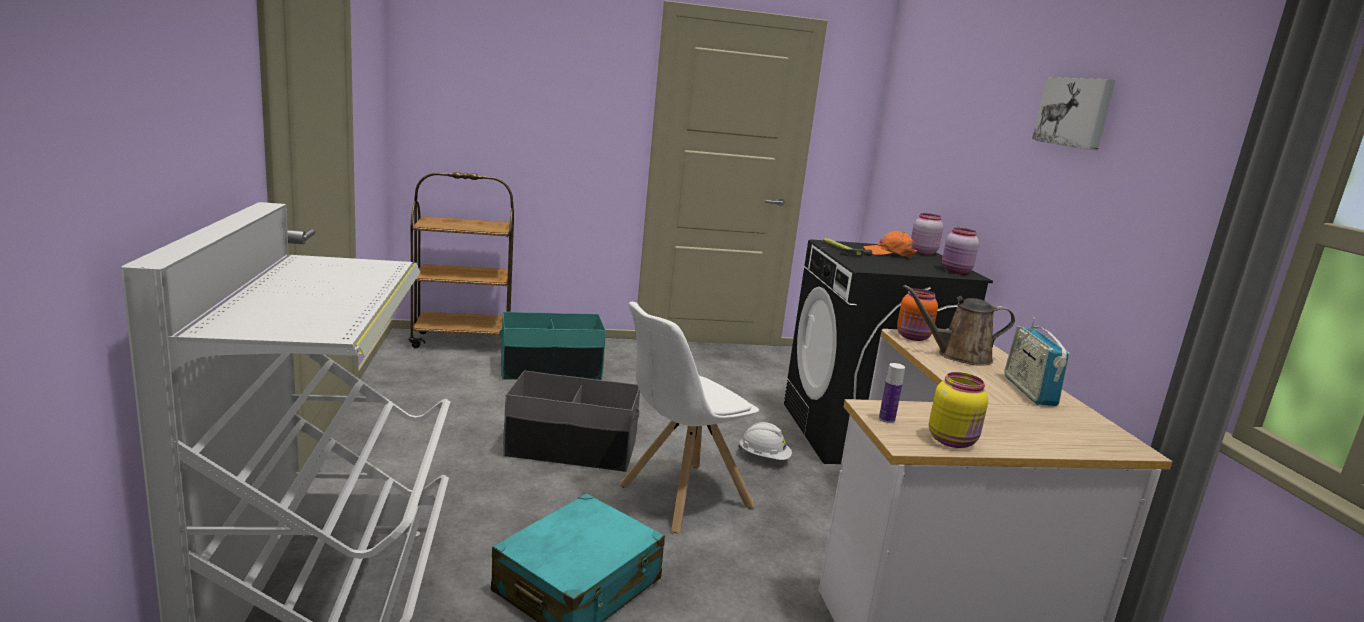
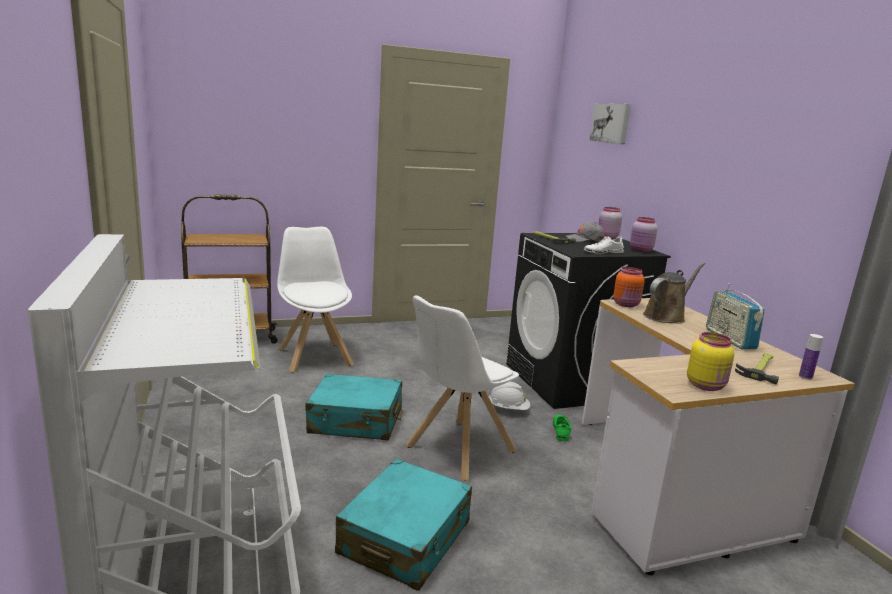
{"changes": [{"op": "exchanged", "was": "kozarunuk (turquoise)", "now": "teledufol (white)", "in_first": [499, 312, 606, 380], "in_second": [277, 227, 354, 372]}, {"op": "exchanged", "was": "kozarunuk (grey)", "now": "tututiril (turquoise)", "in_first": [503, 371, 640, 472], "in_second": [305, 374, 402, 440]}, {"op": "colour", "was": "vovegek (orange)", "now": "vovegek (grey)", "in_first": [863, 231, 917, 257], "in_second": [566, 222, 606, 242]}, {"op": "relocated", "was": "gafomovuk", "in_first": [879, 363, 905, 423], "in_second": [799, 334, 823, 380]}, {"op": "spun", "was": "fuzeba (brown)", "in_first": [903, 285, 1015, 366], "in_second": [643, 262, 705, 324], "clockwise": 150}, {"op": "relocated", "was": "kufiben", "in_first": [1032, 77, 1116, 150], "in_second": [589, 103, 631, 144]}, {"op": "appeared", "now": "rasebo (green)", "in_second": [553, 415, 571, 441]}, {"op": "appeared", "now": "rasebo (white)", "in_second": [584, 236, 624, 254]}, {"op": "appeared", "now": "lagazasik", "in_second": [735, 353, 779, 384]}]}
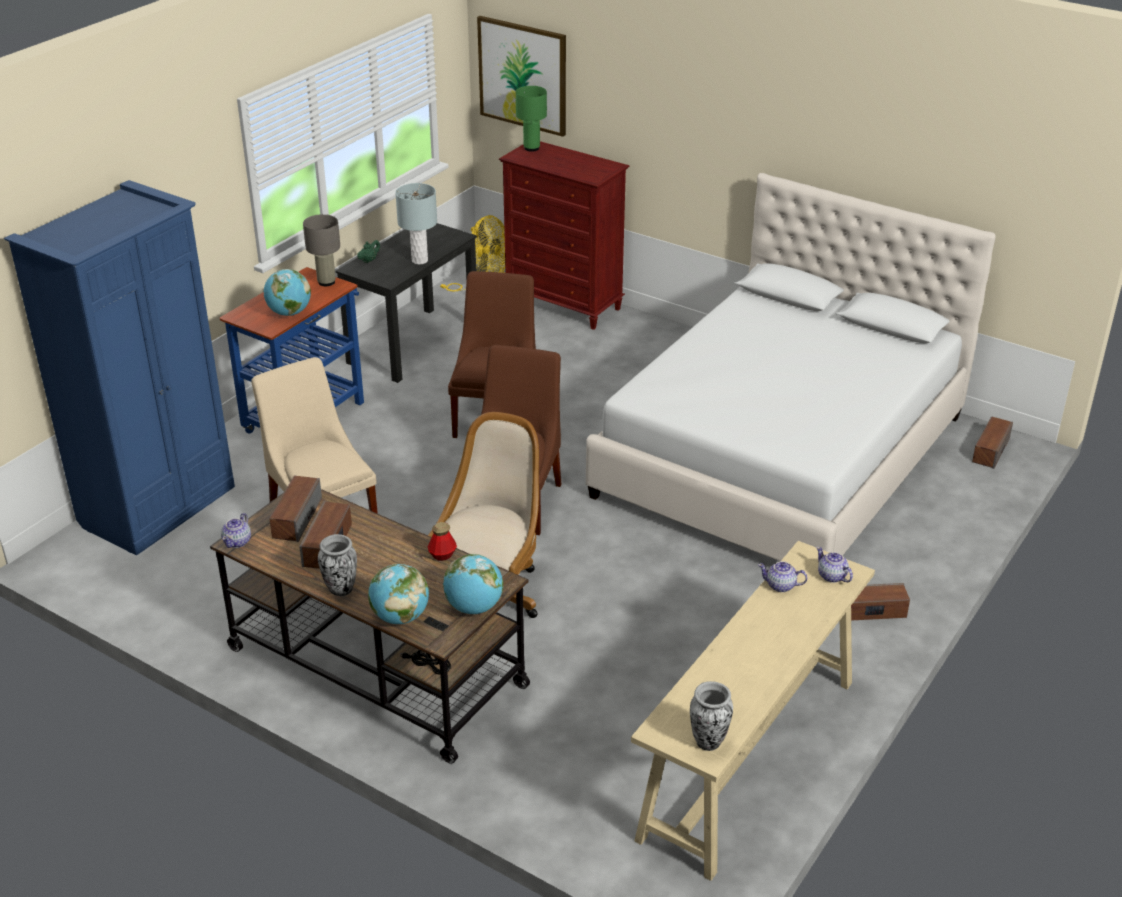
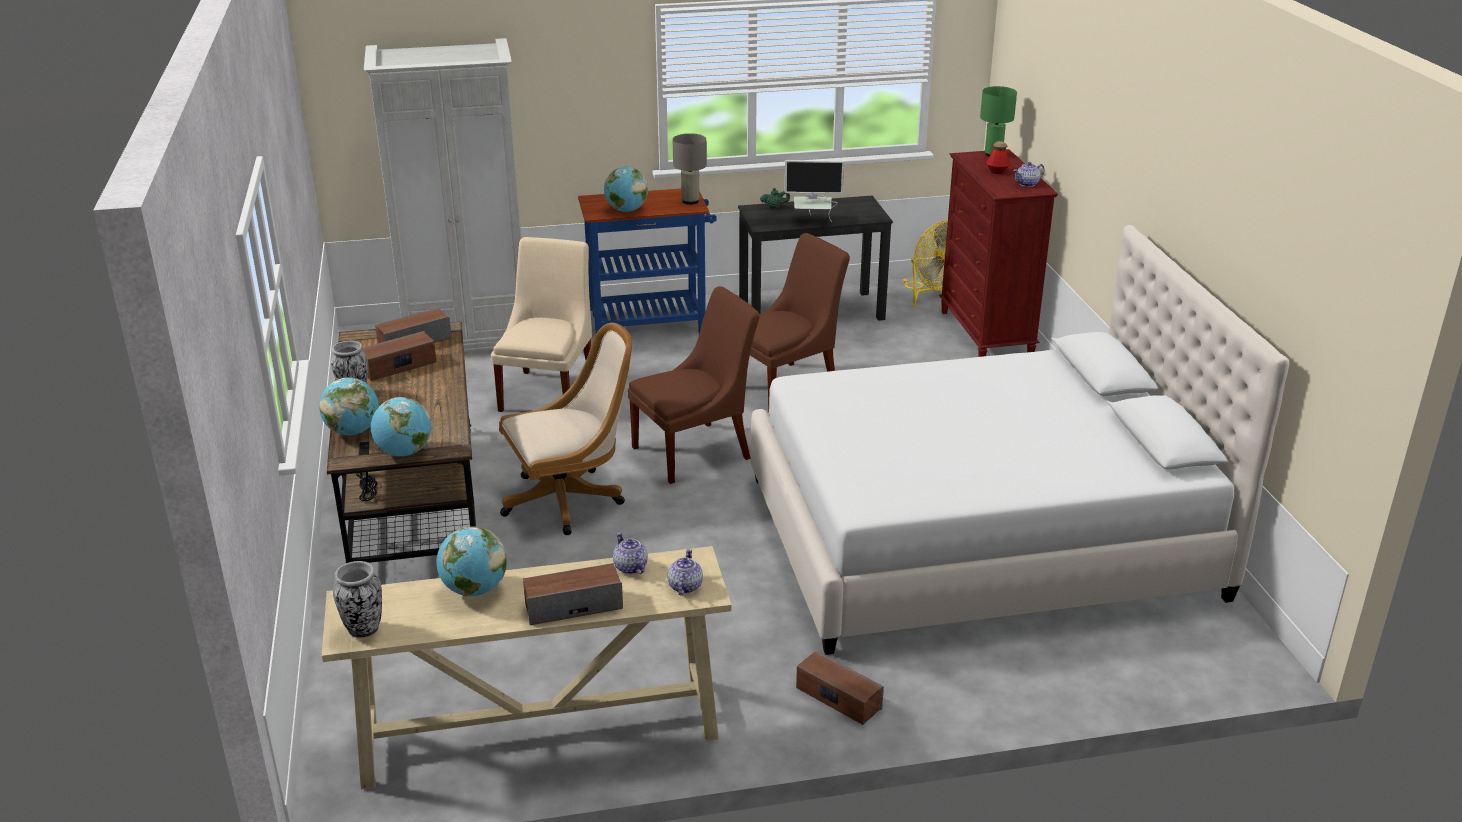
{"changes": [{"op": "colour", "was": "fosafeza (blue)", "now": "fosafeza (white)", "in_first": [4, 180, 235, 555], "in_second": [364, 38, 521, 352]}, {"op": "relocated", "was": "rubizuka", "in_first": [221, 513, 251, 548], "in_second": [1013, 162, 1045, 187]}, {"op": "exchanged", "was": "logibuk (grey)", "now": "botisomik", "in_first": [395, 183, 437, 264], "in_second": [785, 160, 844, 222]}, {"op": "relocated", "was": "gafomovuk", "in_first": [428, 522, 457, 561], "in_second": [986, 141, 1010, 174]}, {"op": "missing", "was": "kufiben", "in_first": [477, 16, 566, 137]}, {"op": "relocated", "was": "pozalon", "in_first": [972, 416, 1013, 469], "in_second": [523, 563, 623, 625]}, {"op": "appeared", "now": "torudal", "in_second": [437, 526, 507, 596]}]}
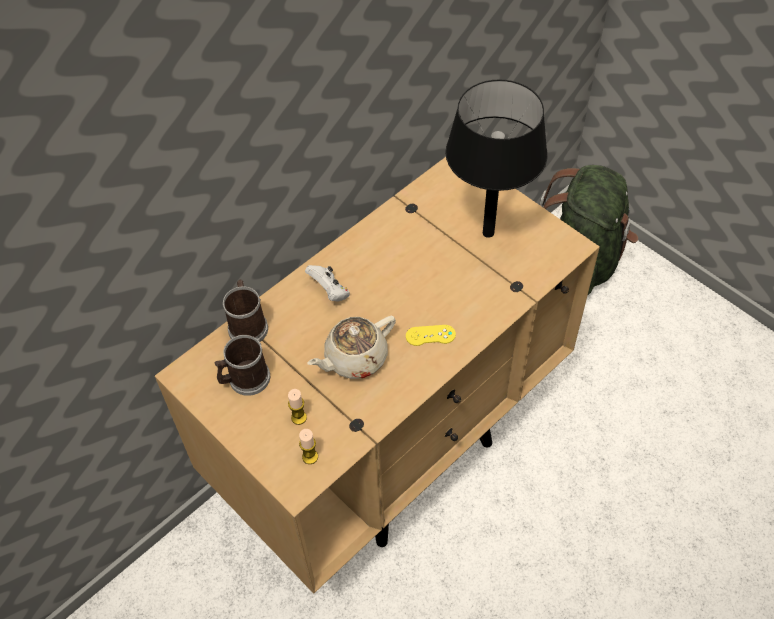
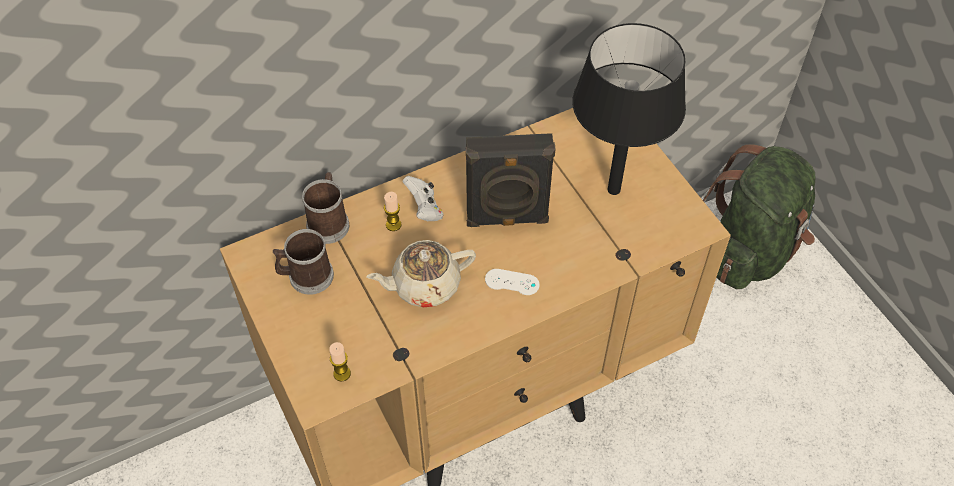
{"changes": [{"op": "relocated", "was": "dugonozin", "in_first": [288, 389, 307, 425], "in_second": [384, 192, 402, 231]}, {"op": "colour", "was": "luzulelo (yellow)", "now": "luzulelo (white)", "in_first": [406, 325, 456, 346], "in_second": [485, 269, 540, 295]}, {"op": "appeared", "now": "pozalon (black)", "in_second": [466, 133, 556, 227]}]}
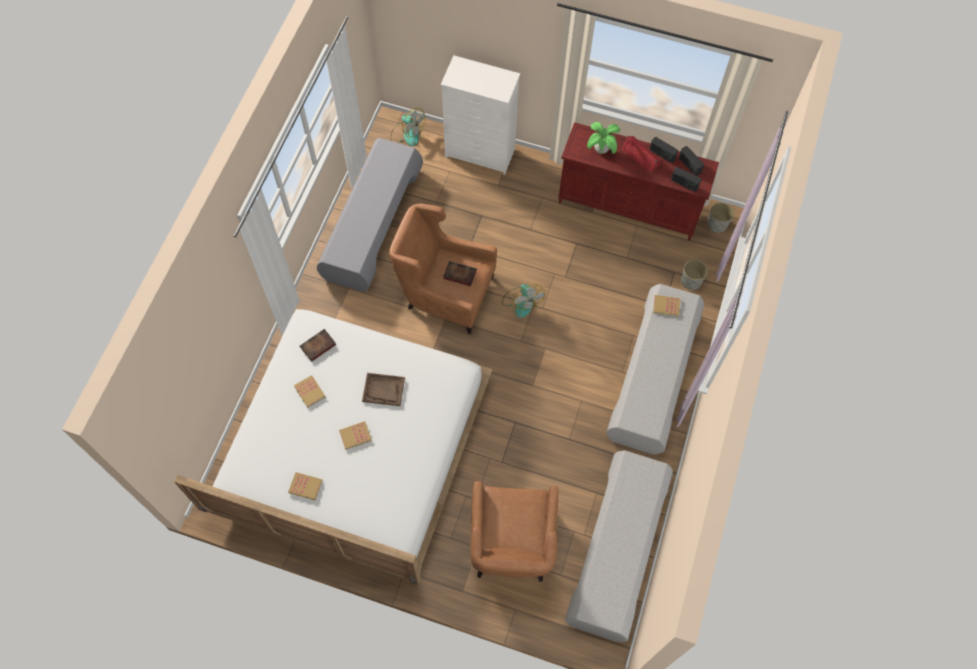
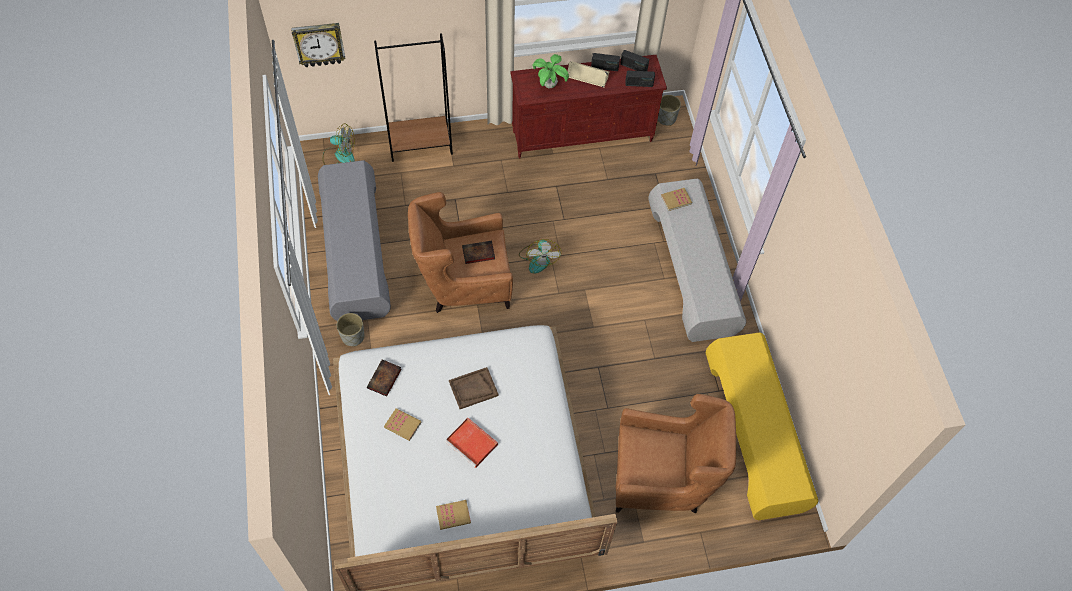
{"changes": [{"op": "exchanged", "was": "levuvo", "now": "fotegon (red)", "in_first": [339, 421, 372, 450], "in_second": [445, 418, 498, 468]}, {"op": "exchanged", "was": "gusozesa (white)", "now": "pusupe", "in_first": [441, 55, 520, 175], "in_second": [374, 33, 453, 162]}, {"op": "spun", "was": "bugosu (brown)", "in_first": [470, 481, 558, 582], "in_second": [616, 394, 736, 514], "clockwise": -60}, {"op": "spun", "was": "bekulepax", "in_first": [502, 284, 545, 318], "in_second": [519, 239, 561, 274], "clockwise": 45}, {"op": "colour", "was": "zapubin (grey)", "now": "zapubin (yellow)", "in_first": [565, 450, 673, 642], "in_second": [706, 332, 818, 520]}, {"op": "colour", "was": "pozalon (red)", "now": "pozalon (beige)", "in_first": [621, 136, 662, 173], "in_second": [567, 61, 610, 88]}, {"op": "relocated", "was": "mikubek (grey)", "in_first": [681, 259, 708, 290], "in_second": [337, 313, 364, 347]}, {"op": "appeared", "now": "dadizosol", "in_second": [291, 23, 345, 67]}]}
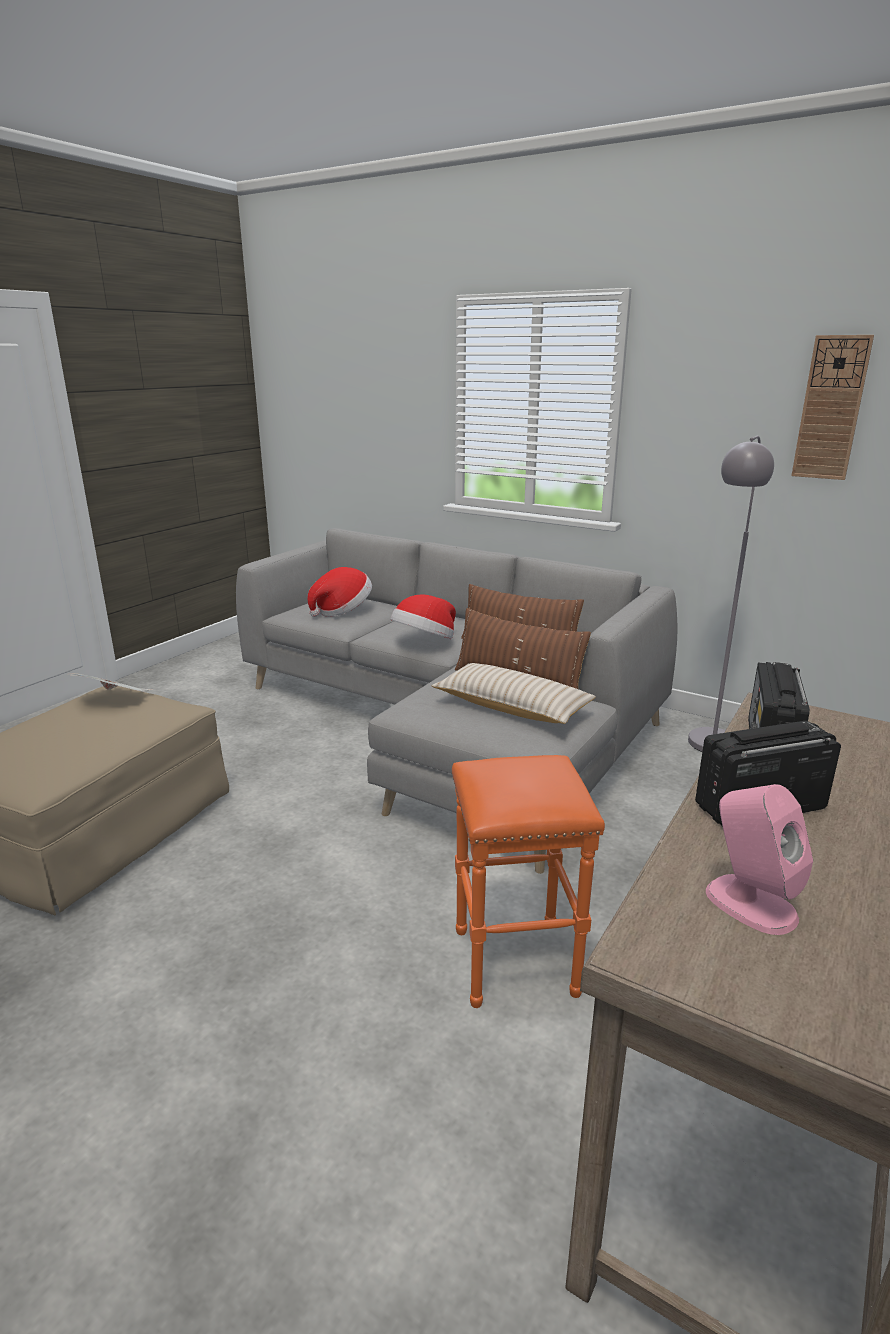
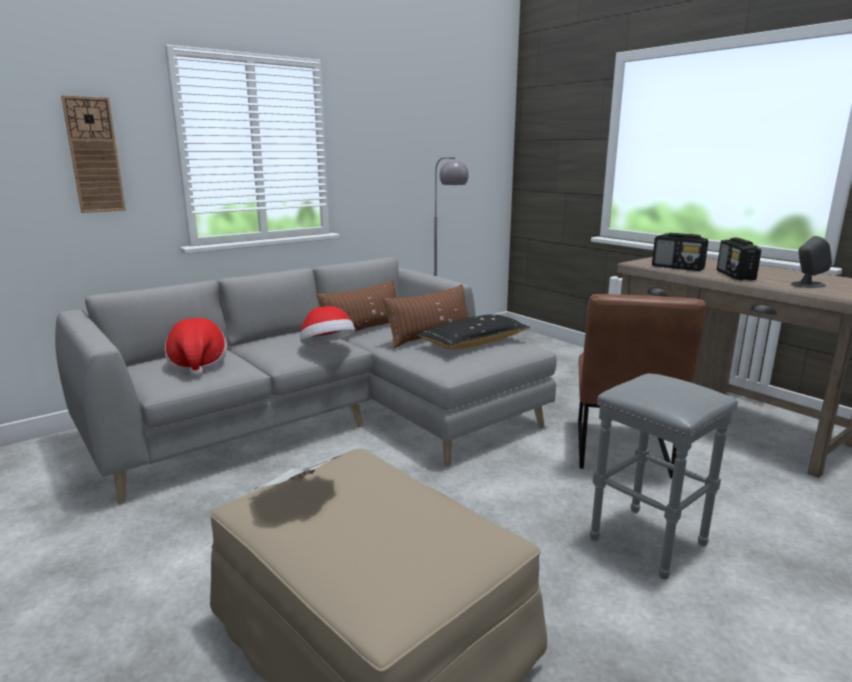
{"changes": [{"op": "colour", "was": "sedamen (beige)", "now": "sedamen (black)", "in_first": [432, 663, 596, 724], "in_second": [417, 314, 530, 349]}, {"op": "exchanged", "was": "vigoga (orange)", "now": "teledufol (brown)", "in_first": [452, 755, 605, 1008], "in_second": [578, 294, 706, 478]}, {"op": "colour", "was": "pozalon (pink)", "now": "pozalon (grey)", "in_first": [706, 784, 813, 935], "in_second": [791, 236, 832, 288]}, {"op": "relocated", "was": "dadizosol", "in_first": [791, 335, 874, 480], "in_second": [61, 95, 126, 213]}, {"op": "appeared", "now": "vigoga (grey)", "in_second": [590, 373, 738, 579]}]}
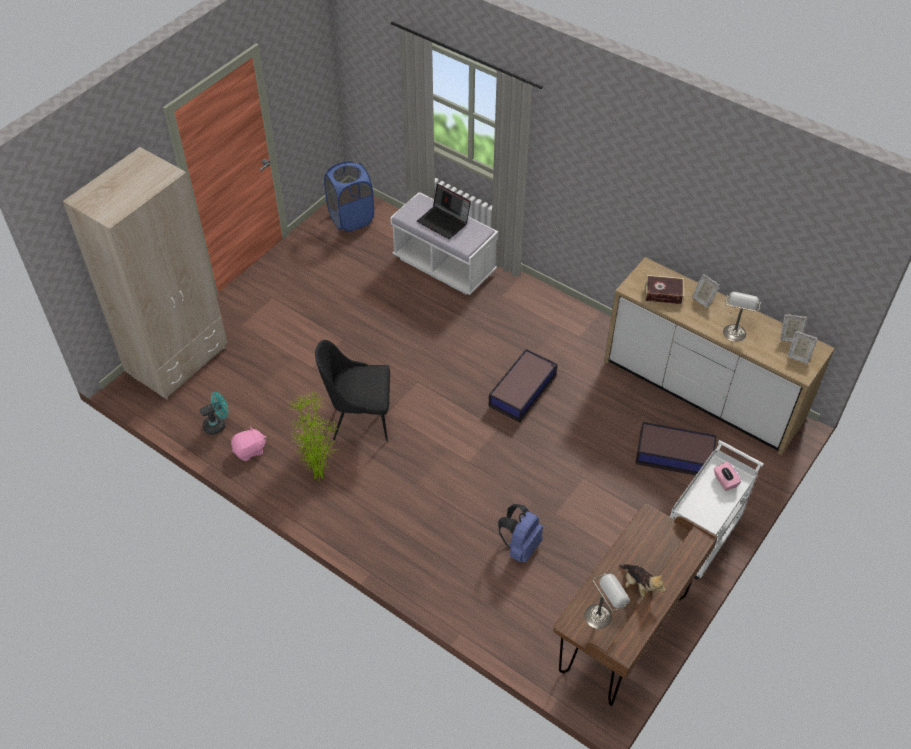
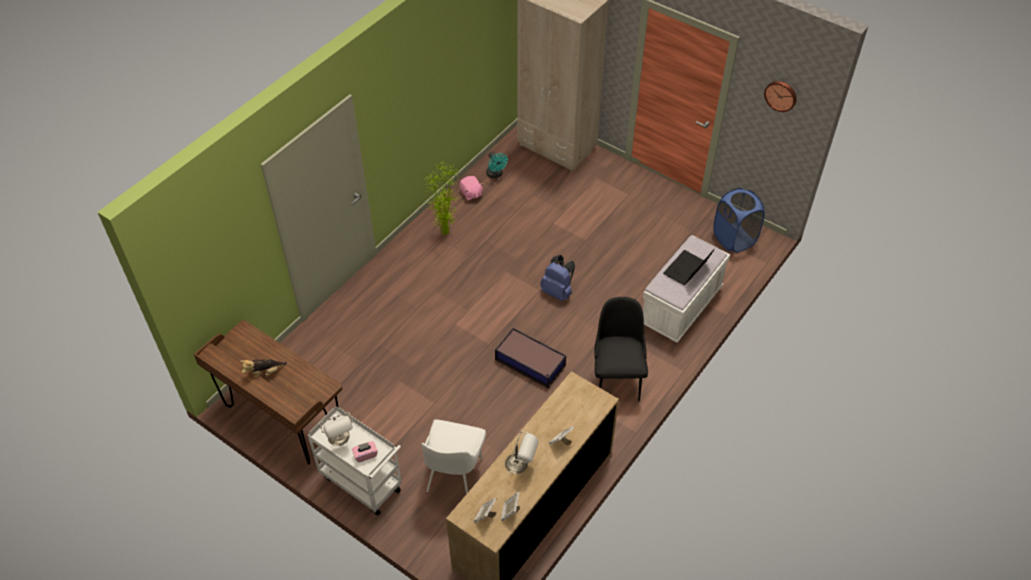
{"changes": [{"op": "relocated", "was": "teledufol (black)", "in_first": [315, 340, 390, 441], "in_second": [594, 297, 648, 401]}, {"op": "relocated", "was": "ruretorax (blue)", "in_first": [498, 504, 543, 563], "in_second": [540, 255, 575, 301]}, {"op": "relocated", "was": "logibuk (white)", "in_first": [584, 573, 630, 629], "in_second": [319, 412, 353, 446]}, {"op": "exchanged", "was": "kozarunuk", "now": "teledufol (white)", "in_first": [635, 422, 717, 475], "in_second": [422, 419, 486, 494]}, {"op": "missing", "was": "levuvo", "in_first": [645, 275, 684, 304]}, {"op": "appeared", "now": "dadizosol", "in_second": [764, 81, 797, 112]}]}
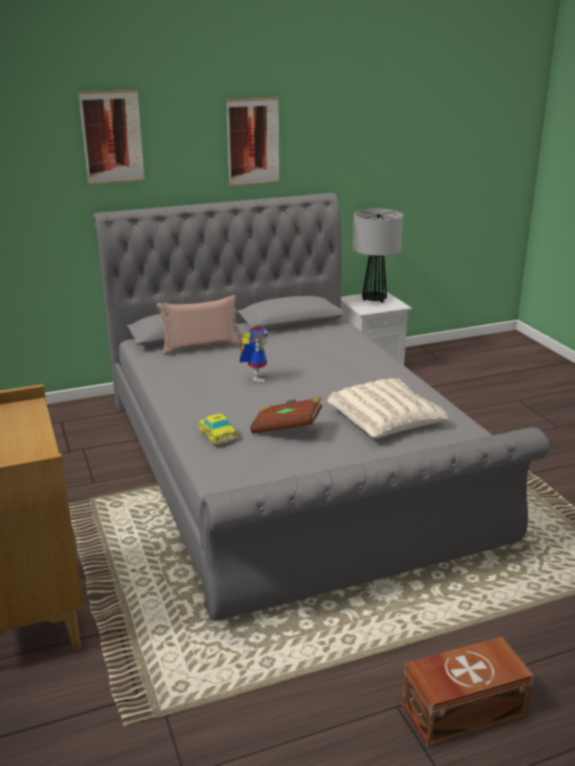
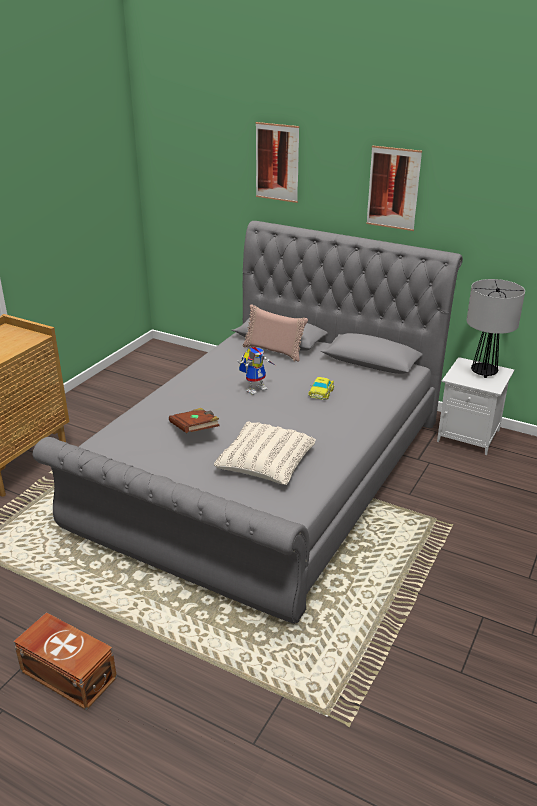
{"changes": [{"op": "relocated", "was": "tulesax", "in_first": [198, 414, 237, 444], "in_second": [308, 377, 334, 400]}]}
